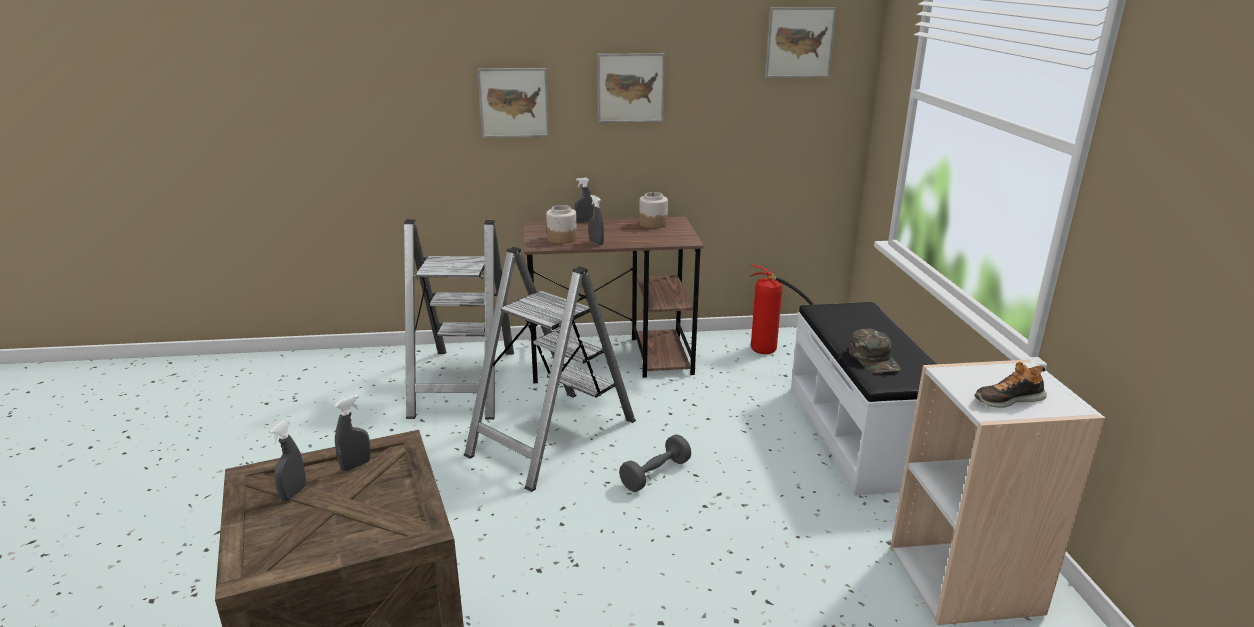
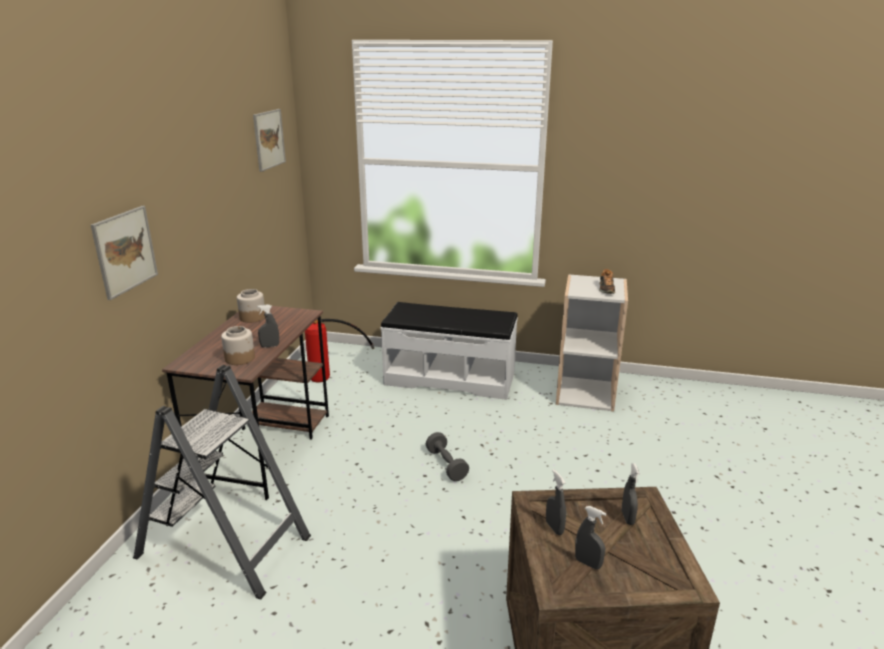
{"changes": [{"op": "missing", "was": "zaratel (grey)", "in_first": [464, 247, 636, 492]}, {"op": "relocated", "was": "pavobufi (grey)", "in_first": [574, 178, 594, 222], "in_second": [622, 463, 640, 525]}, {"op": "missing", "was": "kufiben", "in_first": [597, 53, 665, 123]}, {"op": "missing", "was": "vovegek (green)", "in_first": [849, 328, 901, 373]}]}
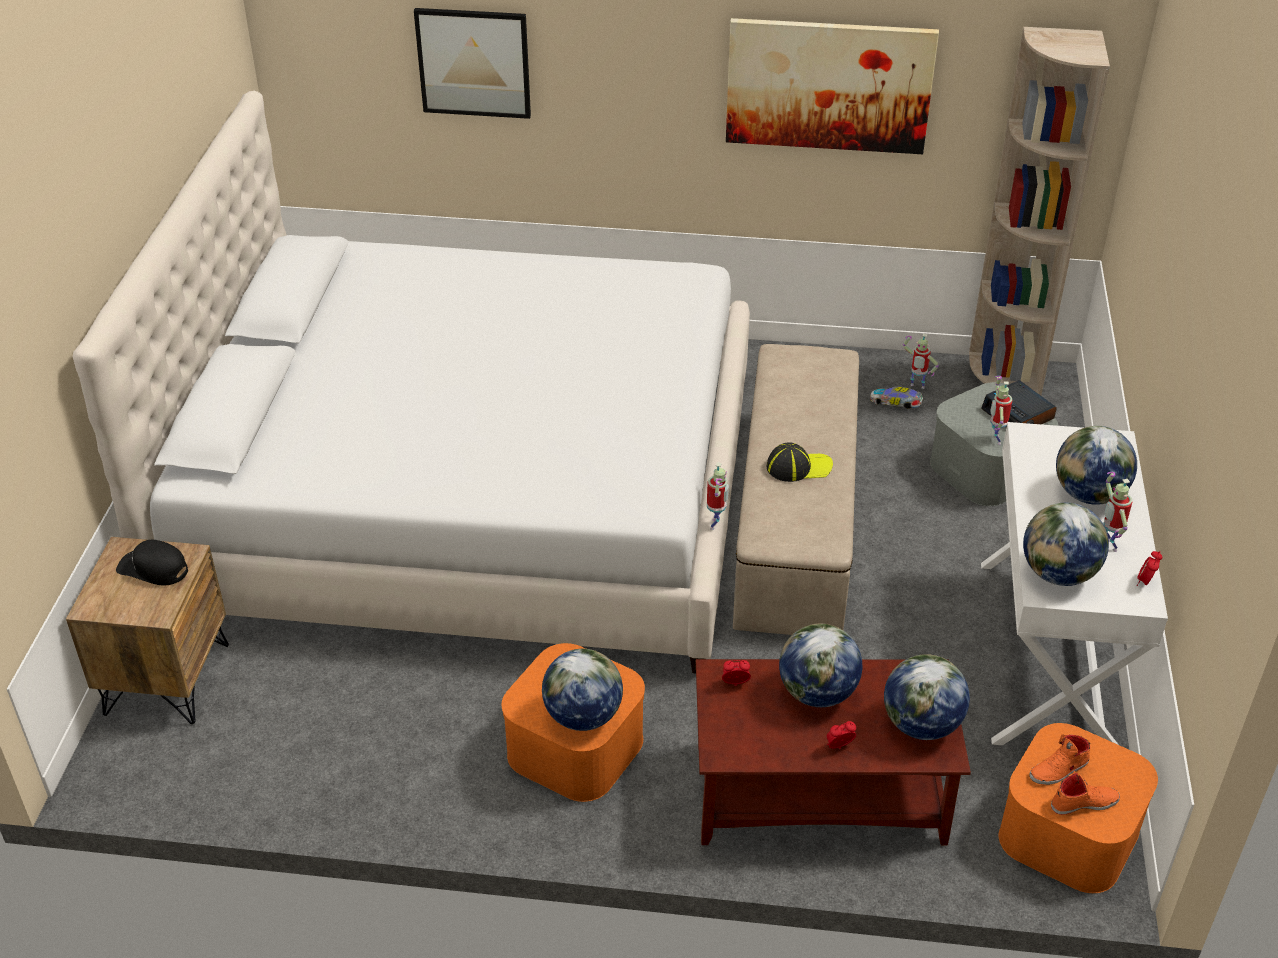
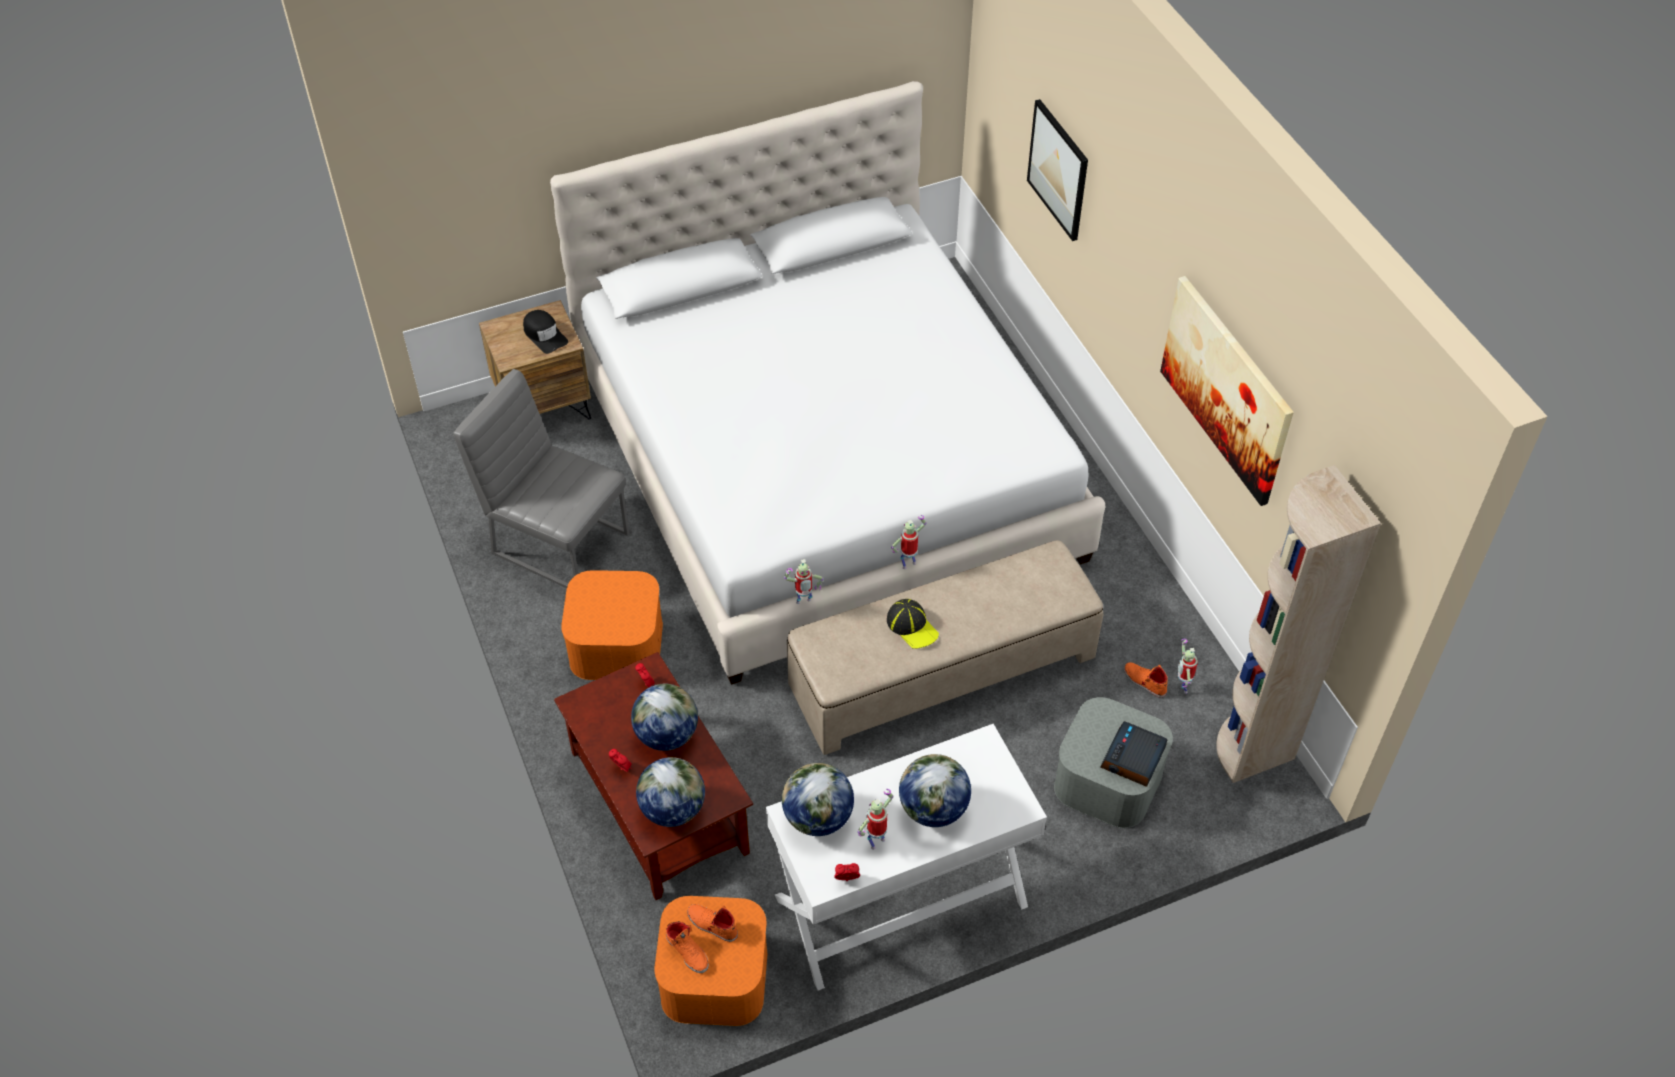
{"changes": [{"op": "spun", "was": "vovegek (black)", "in_first": [116, 539, 188, 586], "in_second": [523, 310, 568, 354], "clockwise": 150}, {"op": "missing", "was": "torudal", "in_first": [542, 649, 623, 731]}, {"op": "exchanged", "was": "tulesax", "now": "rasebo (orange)", "in_first": [870, 387, 923, 409], "in_second": [1124, 662, 1168, 697]}, {"op": "relocated", "was": "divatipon", "in_first": [990, 376, 1012, 445], "in_second": [891, 515, 926, 569]}, {"op": "appeared", "now": "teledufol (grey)", "in_second": [454, 369, 629, 588]}]}
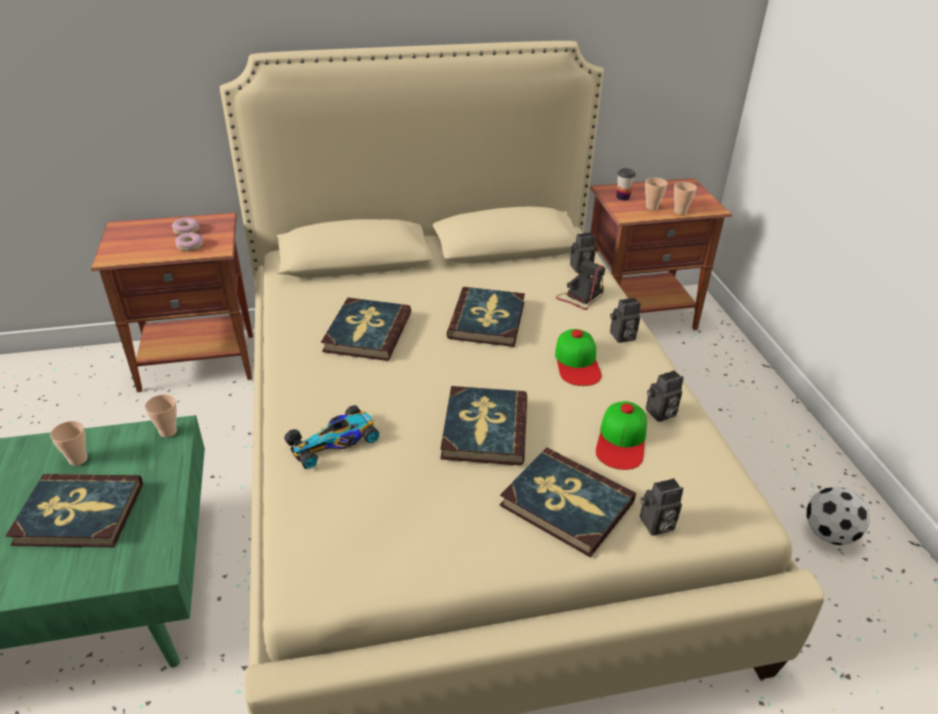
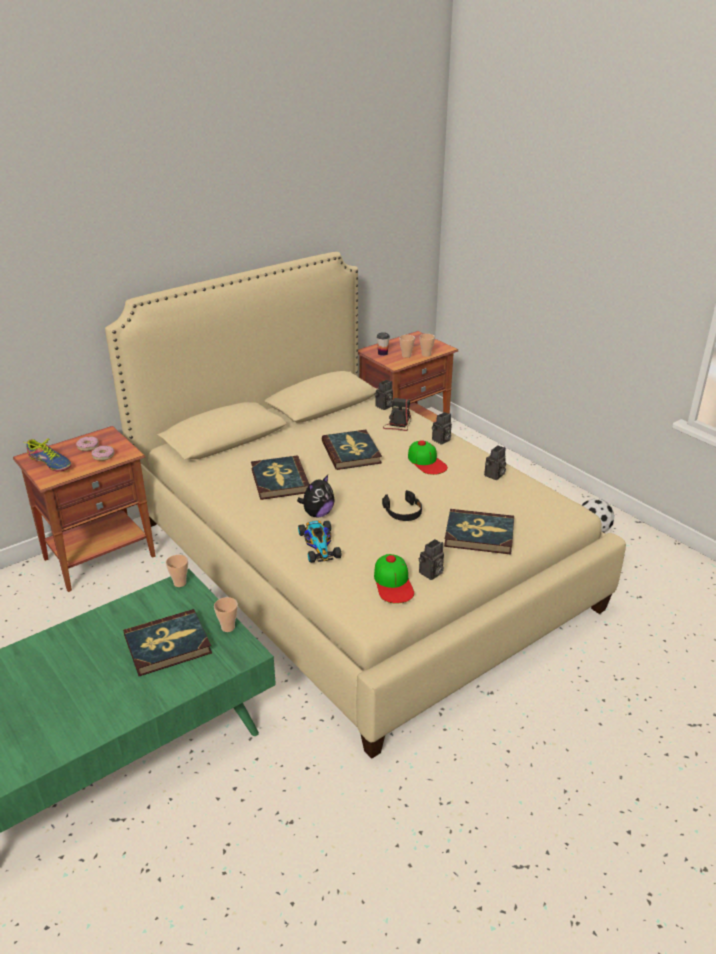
{"changes": [{"op": "relocated", "was": "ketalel", "in_first": [50, 421, 87, 466], "in_second": [214, 597, 238, 632]}, {"op": "spun", "was": "tulesax", "in_first": [284, 405, 379, 469], "in_second": [298, 521, 342, 563], "clockwise": -45}, {"op": "exchanged", "was": "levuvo", "now": "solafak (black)", "in_first": [440, 386, 527, 465], "in_second": [382, 490, 422, 521]}, {"op": "relocated", "was": "vovegek", "in_first": [596, 401, 647, 470], "in_second": [374, 554, 414, 603]}, {"op": "relocated", "was": "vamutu", "in_first": [640, 478, 683, 535], "in_second": [419, 539, 444, 580]}, {"op": "appeared", "now": "rasebo", "in_second": [25, 438, 72, 471]}, {"op": "appeared", "now": "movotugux", "in_second": [297, 475, 335, 517]}]}
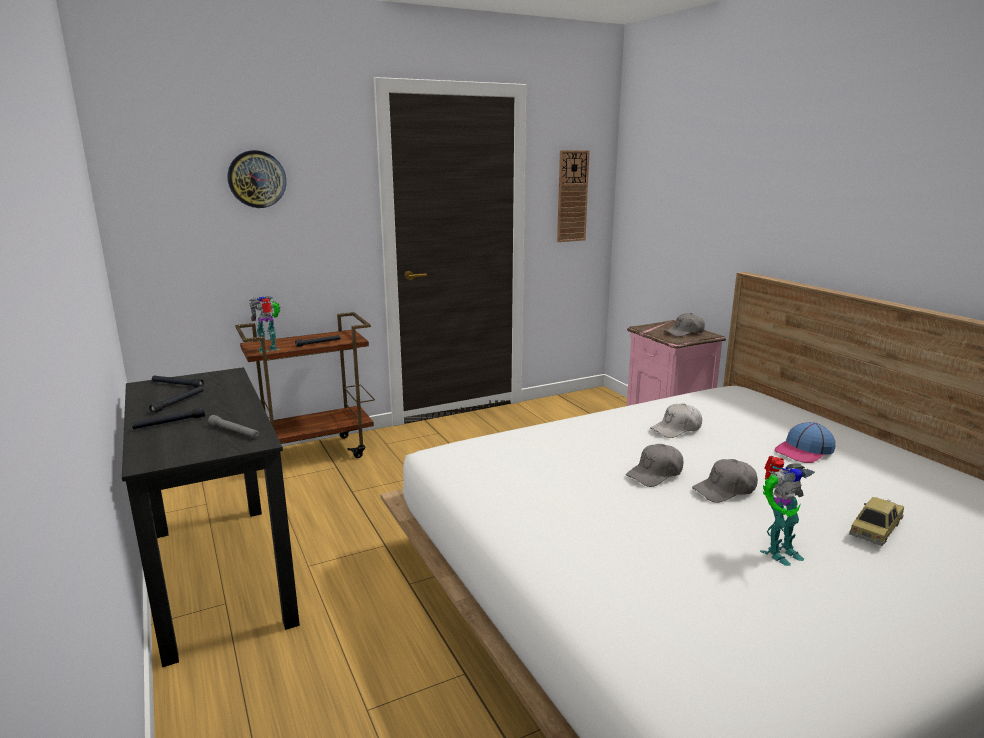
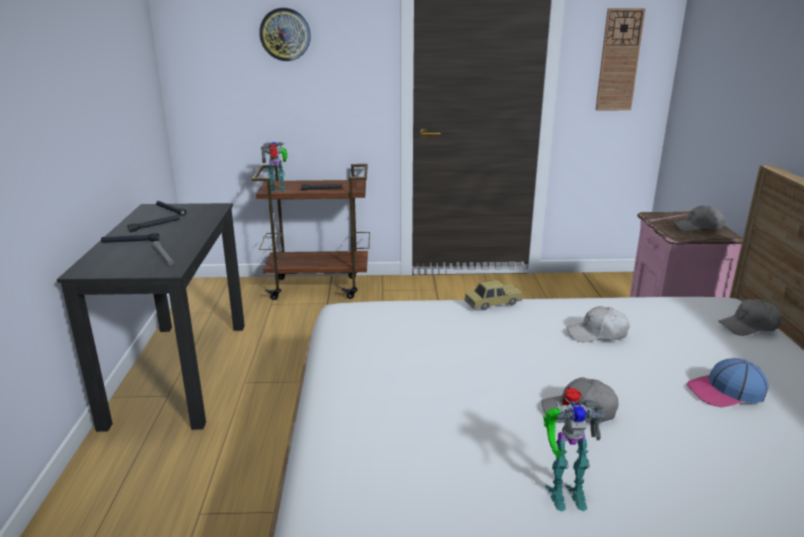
{"changes": [{"op": "relocated", "was": "vovegek (grey)", "in_first": [626, 444, 683, 487], "in_second": [718, 299, 782, 336]}, {"op": "relocated", "was": "tulesax", "in_first": [849, 497, 904, 546], "in_second": [465, 280, 522, 310]}]}
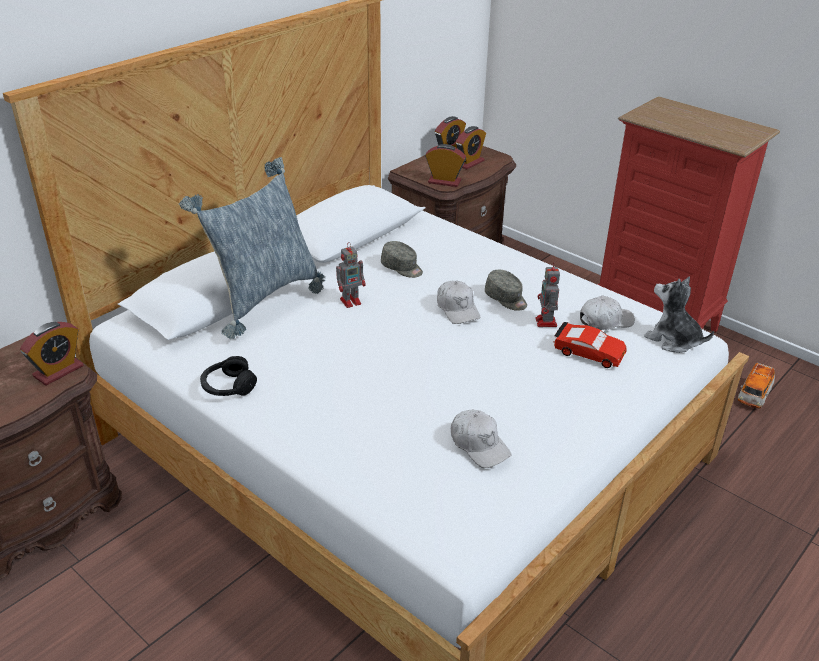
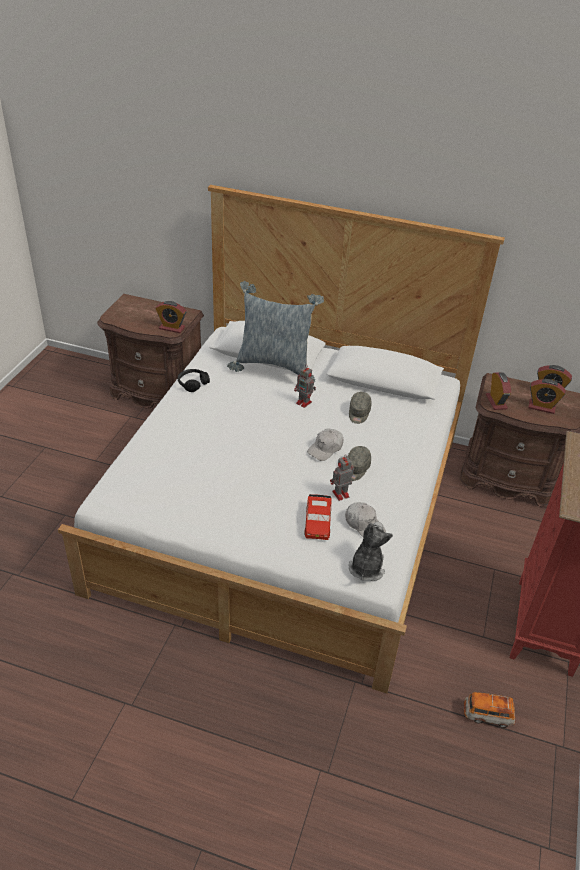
{"changes": [{"op": "missing", "was": "vovegek (white)", "in_first": [451, 410, 511, 468]}]}
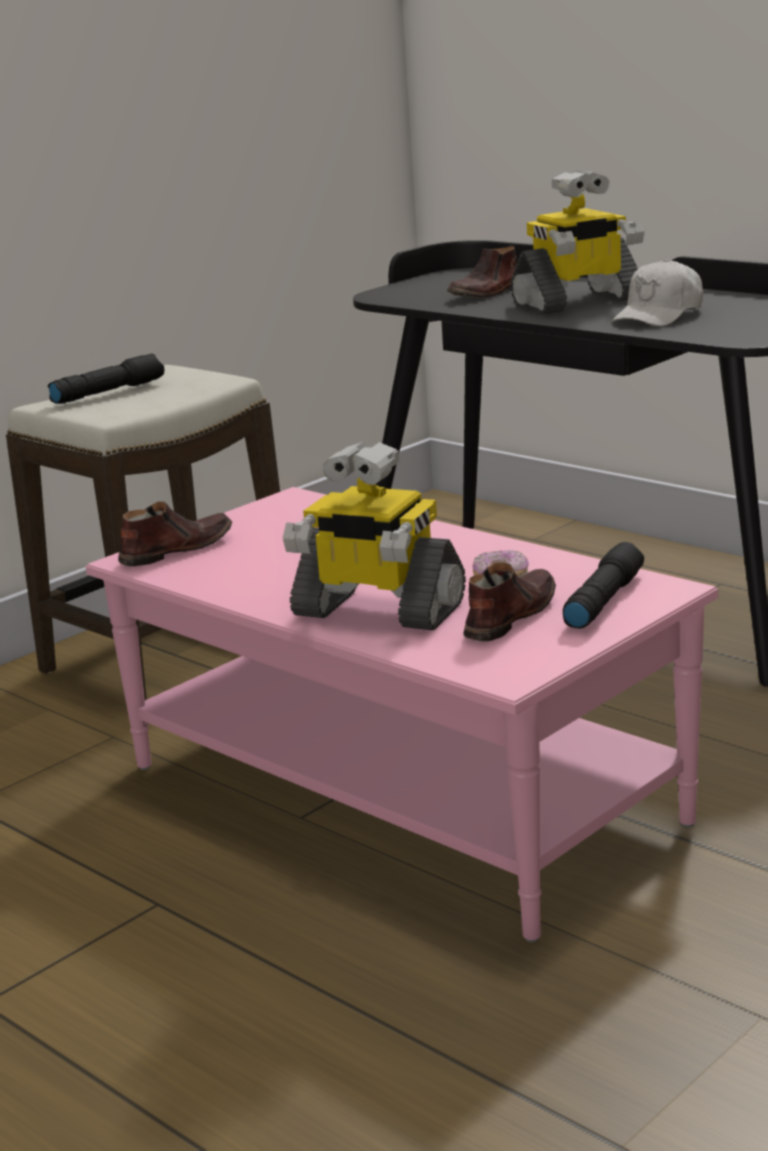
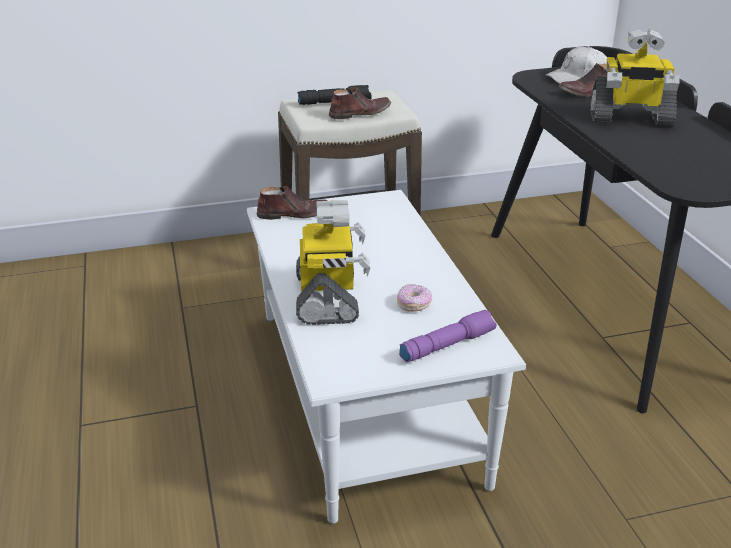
{"changes": [{"op": "colour", "was": "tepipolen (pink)", "now": "tepipolen (white)", "in_first": [86, 487, 718, 942], "in_second": [247, 190, 526, 524]}, {"op": "spun", "was": "divatipon", "in_first": [283, 442, 466, 630], "in_second": [296, 200, 370, 325], "clockwise": -150}, {"op": "relocated", "was": "rasebo (brown)", "in_first": [463, 562, 556, 642], "in_second": [329, 87, 391, 119]}, {"op": "colour", "was": "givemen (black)", "now": "givemen (purple)", "in_first": [563, 542, 644, 628], "in_second": [399, 310, 497, 362]}, {"op": "relocated", "was": "vovegek (white)", "in_first": [611, 259, 703, 327], "in_second": [545, 46, 607, 84]}]}
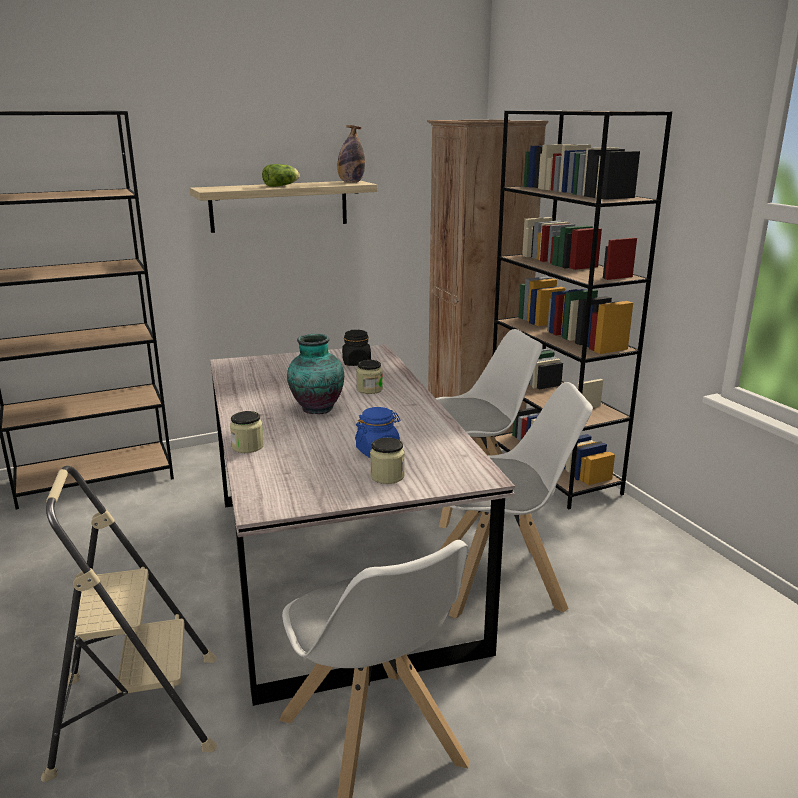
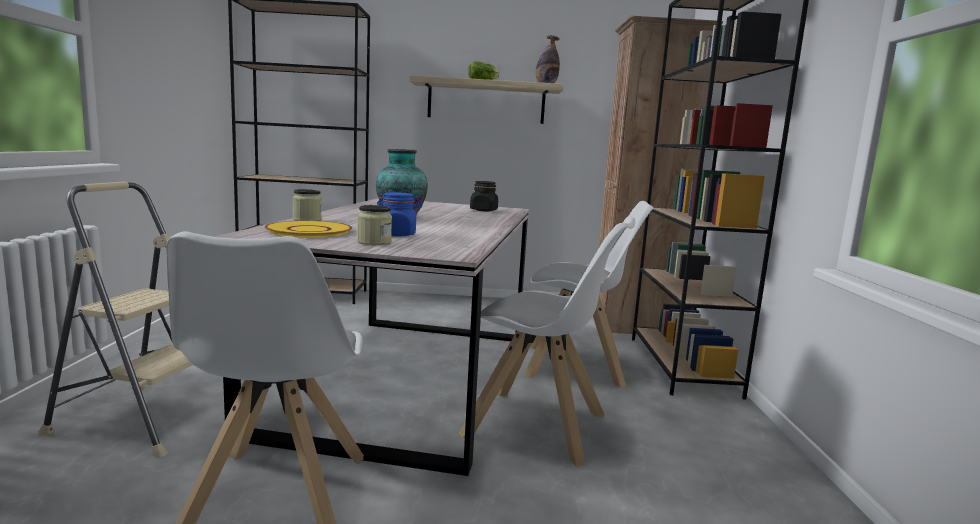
{"changes": [{"op": "missing", "was": "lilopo", "in_first": [356, 360, 383, 394]}, {"op": "appeared", "now": "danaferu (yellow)", "in_second": [265, 221, 352, 237]}]}
